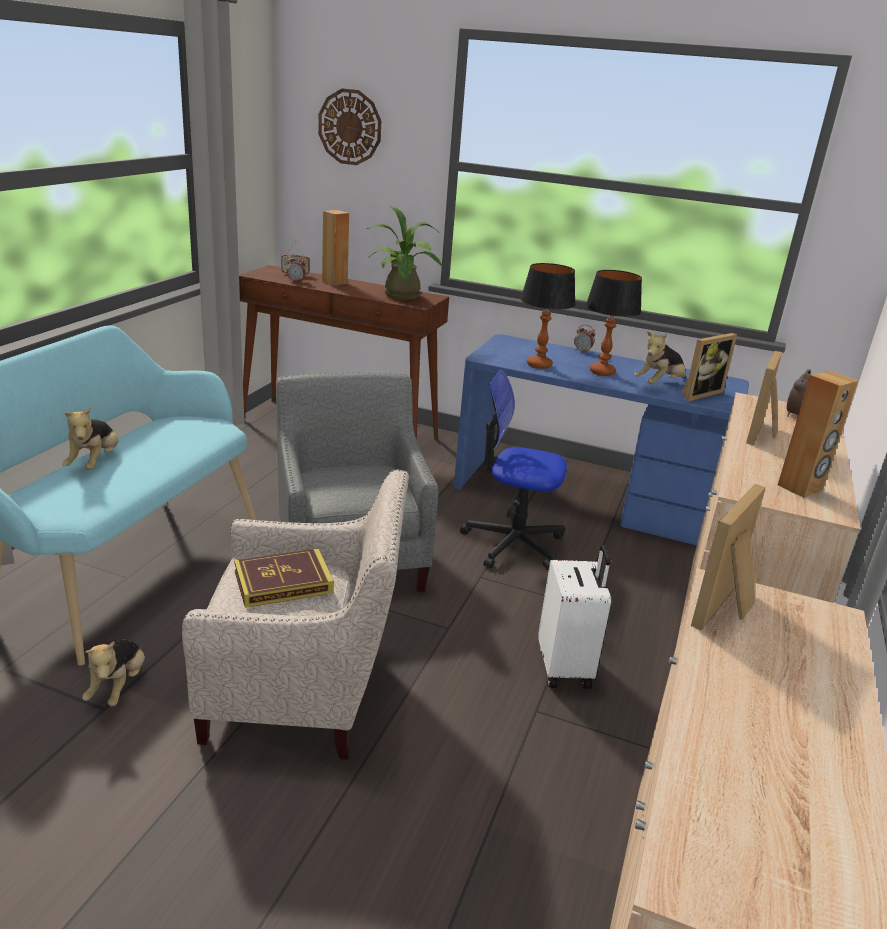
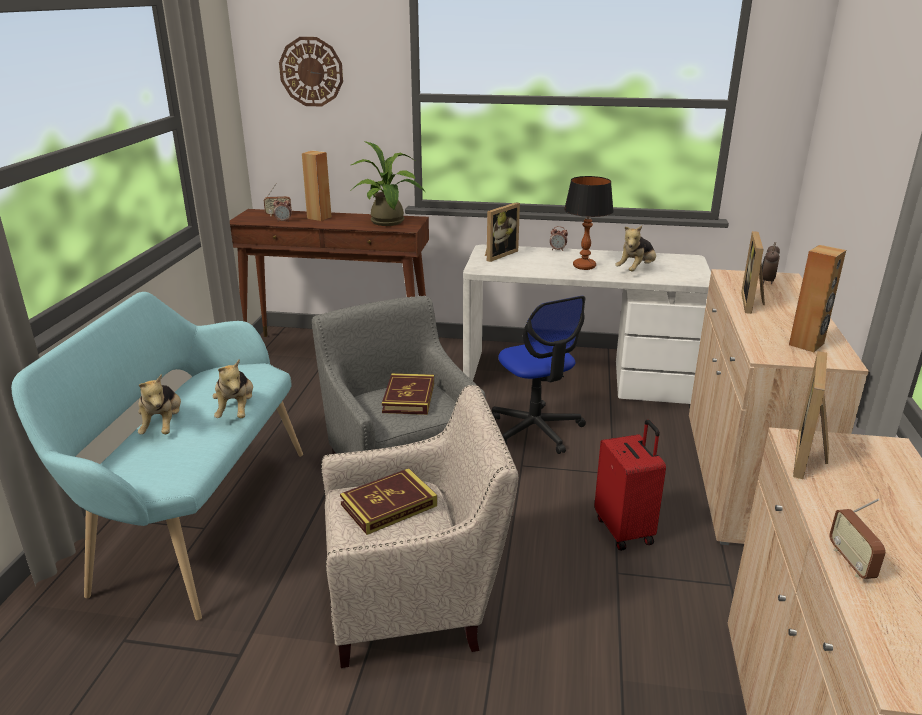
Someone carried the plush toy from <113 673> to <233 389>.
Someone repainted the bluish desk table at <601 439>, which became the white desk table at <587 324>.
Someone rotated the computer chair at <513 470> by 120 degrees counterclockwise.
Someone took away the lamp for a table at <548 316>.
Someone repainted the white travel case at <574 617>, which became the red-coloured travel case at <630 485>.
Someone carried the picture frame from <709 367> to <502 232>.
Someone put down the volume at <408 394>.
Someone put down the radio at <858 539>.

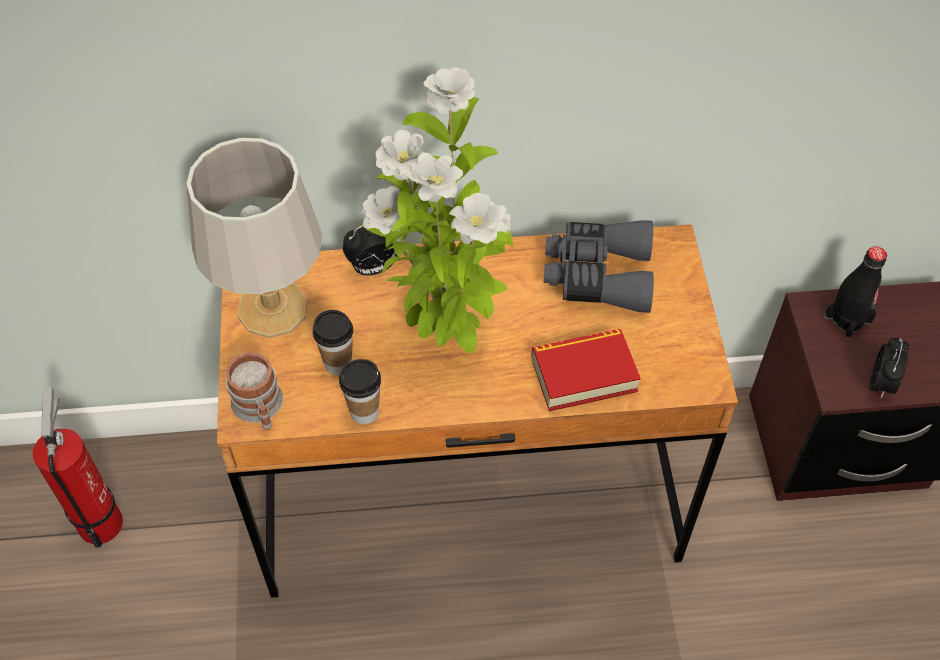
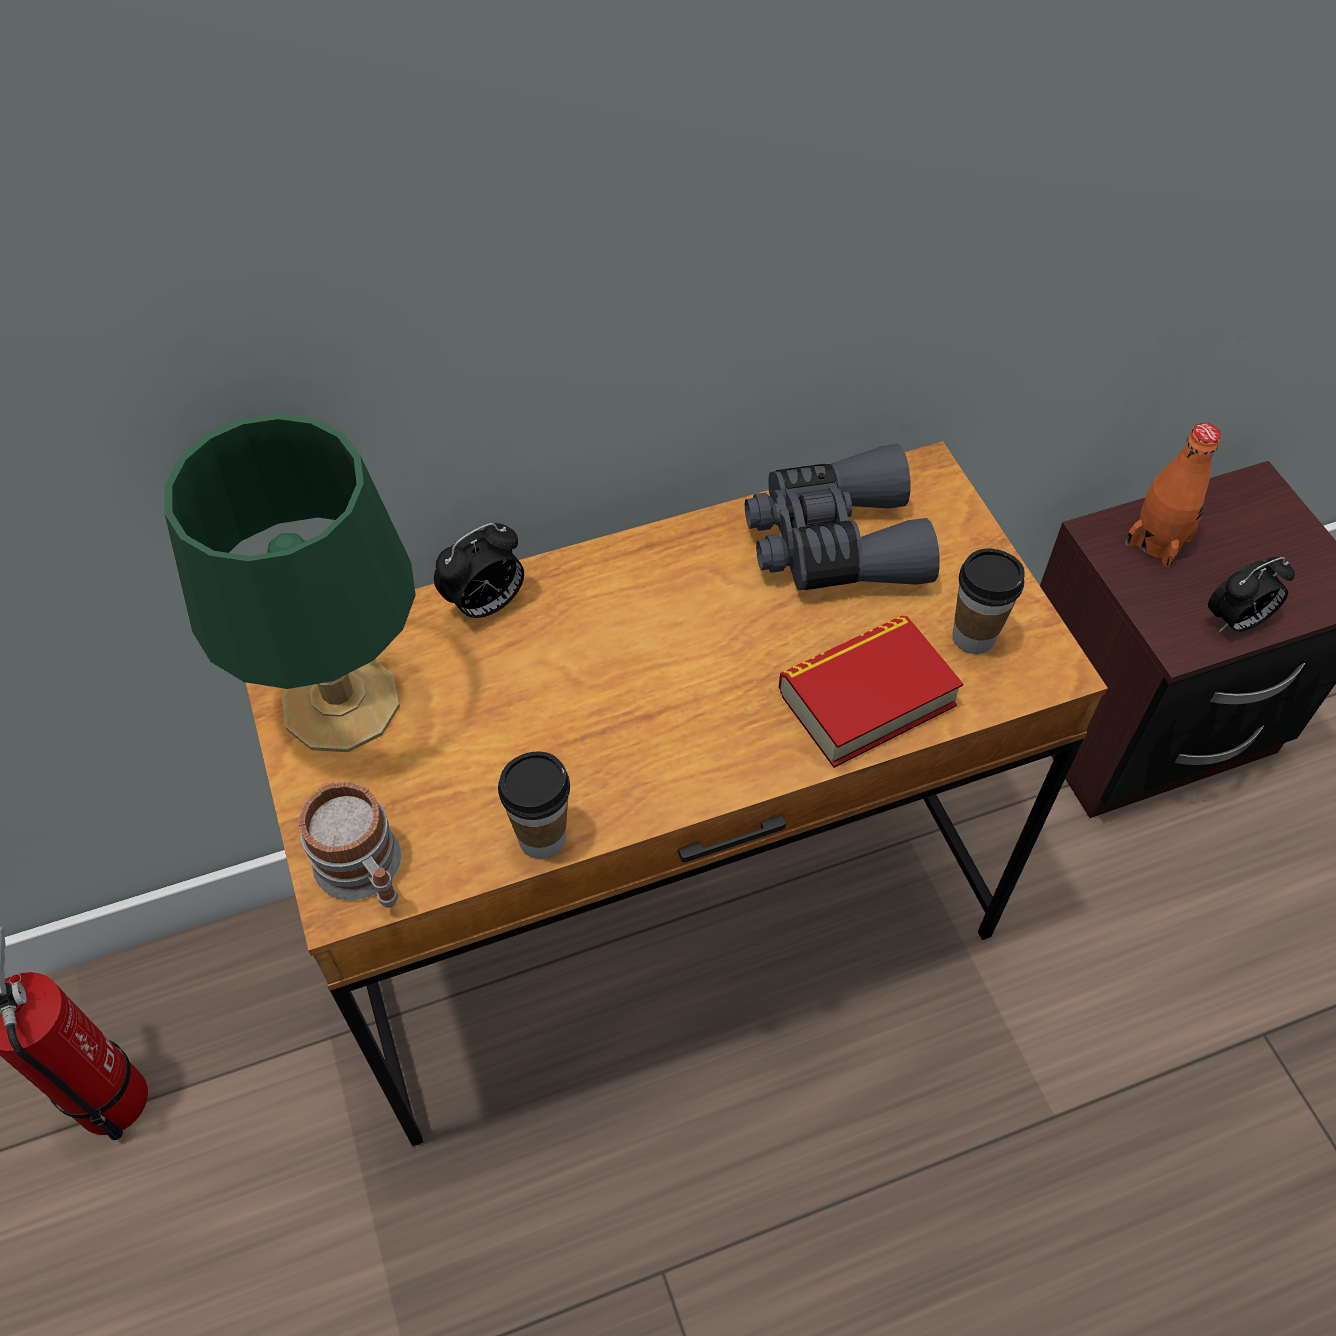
Someone repainted the greyish lamp for a table at <255 238>, which became the green-coloured lamp for a table at <290 582>.
Someone carried the drinking cup from <333 342> to <988 601>.
Someone took away the potted plant at <437 210>.
Someone repainted the black bottle at <855 292>, which became the orangey bottle at <1173 495>.
Someone rotated the table clock at <889 368> by 60 degrees clockwise.

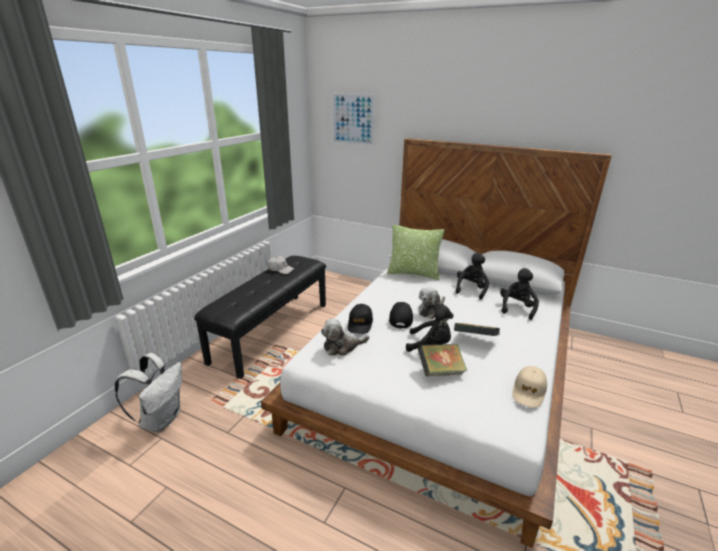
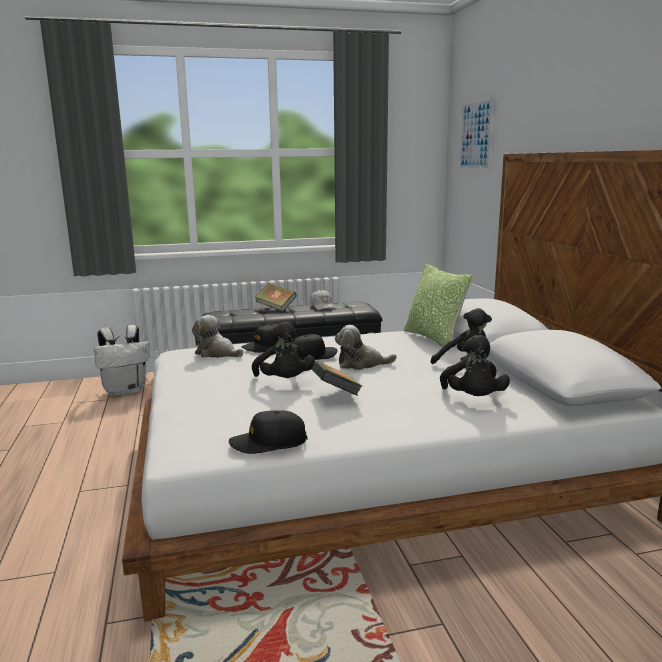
Someone carried the volume from <442 360> to <275 297>.
Someone rotated the black plush toy at <519 294> by 105 degrees clockwise.
Someone repainted the beige-coloured peaked cap at <529 387>, which became the black peaked cap at <268 432>.

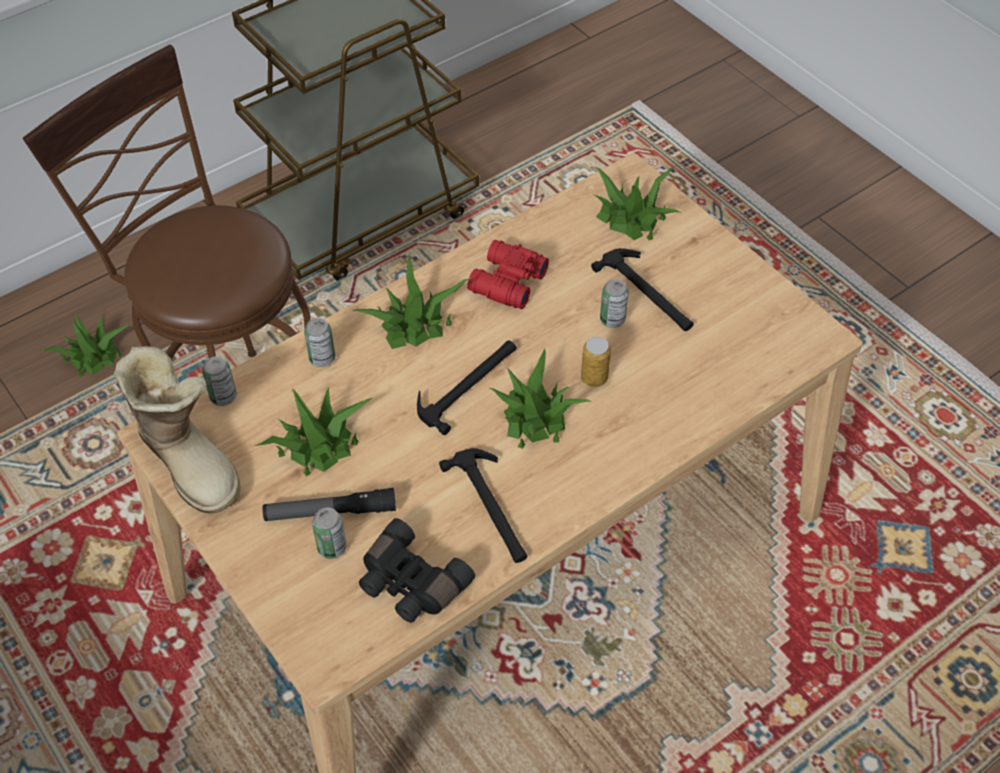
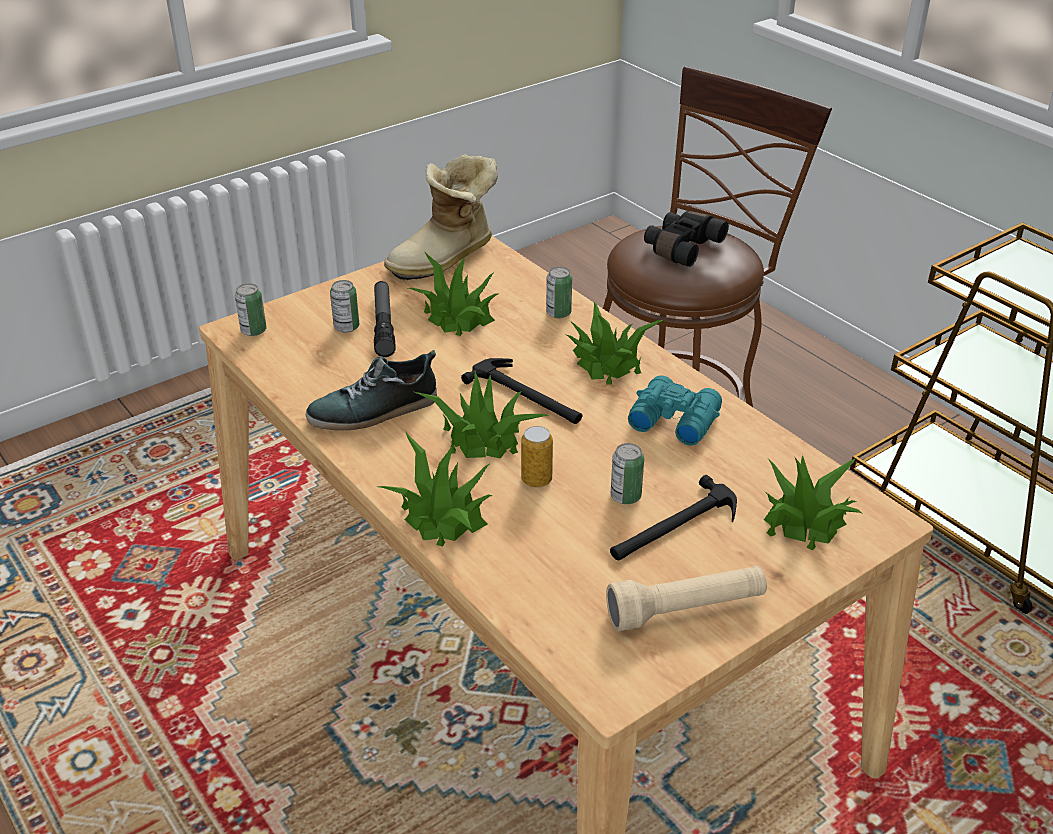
Someone carried the potted plant from <85 346> to <435 489>.
Someone carried the metal can from <219 381> to <251 309>.
Someone carried the black binoculars from <417 570> to <686 239>.
Someone swapped the tool hammer at <483 505> for the item of footwear at <371 390>.
Someone repainted the red-coloured binoculars at <508 274>, which became the blue-green binoculars at <675 411>.
Someone put down the beige-coloured flashlight at <686 598>.

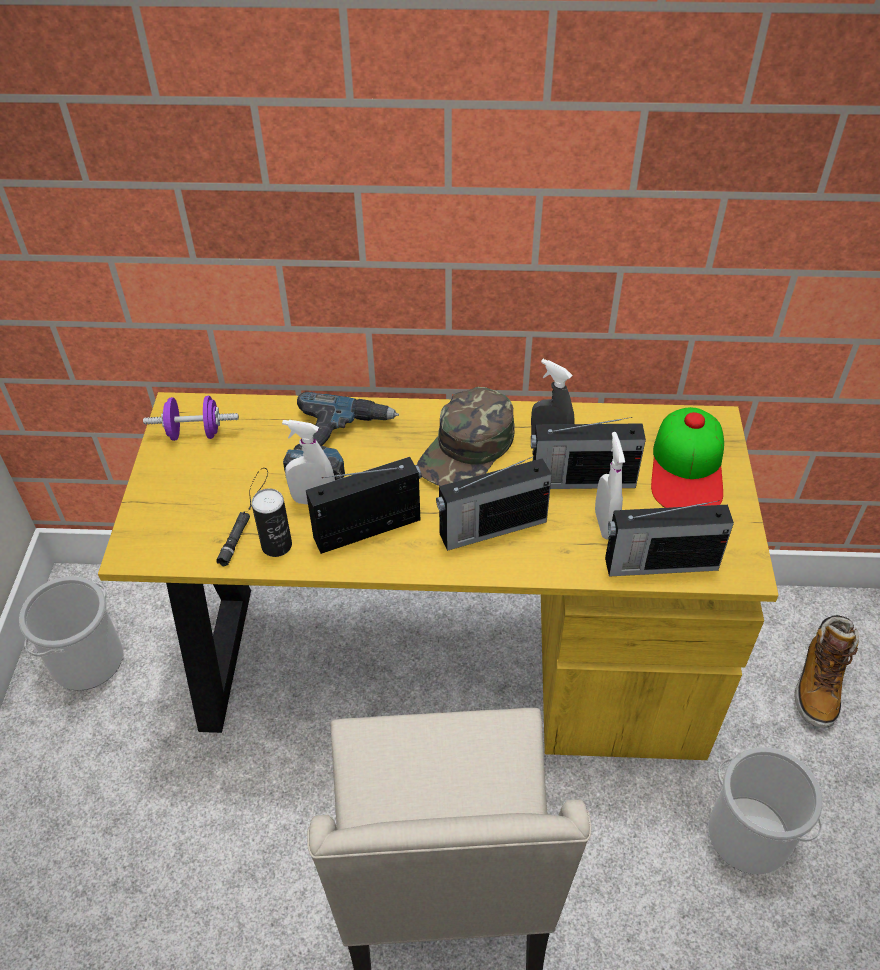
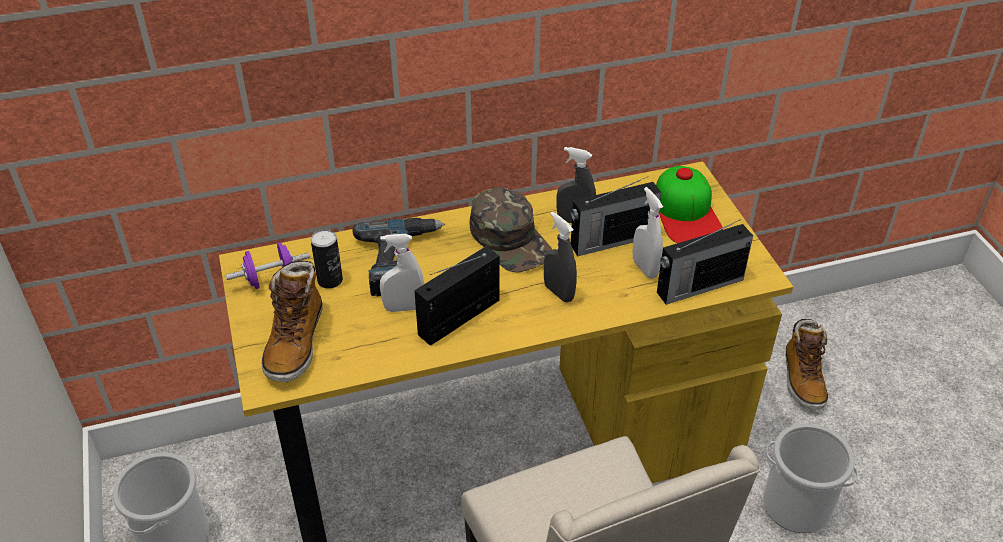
Someone took away the black flashlight at <242 517>.
Someone carried the metal can from <271 522> to <327 259>.
Someone rotated the green-coloured peaked cap at <466 436> by 45 degrees counterclockwise.
Someone swapped the radio at <494 503> for the greyish hand sprayer at <560 257>.
Someone put down the high-top boot at <292 322>.

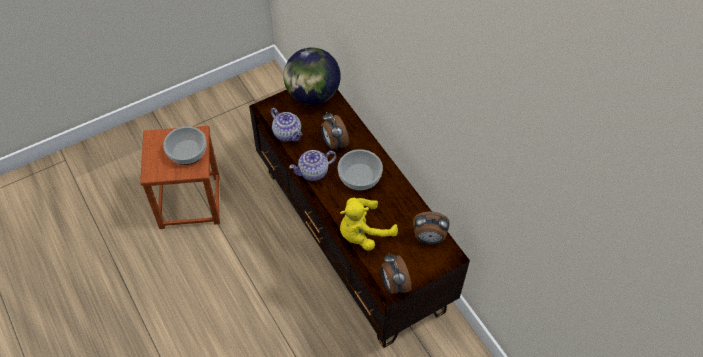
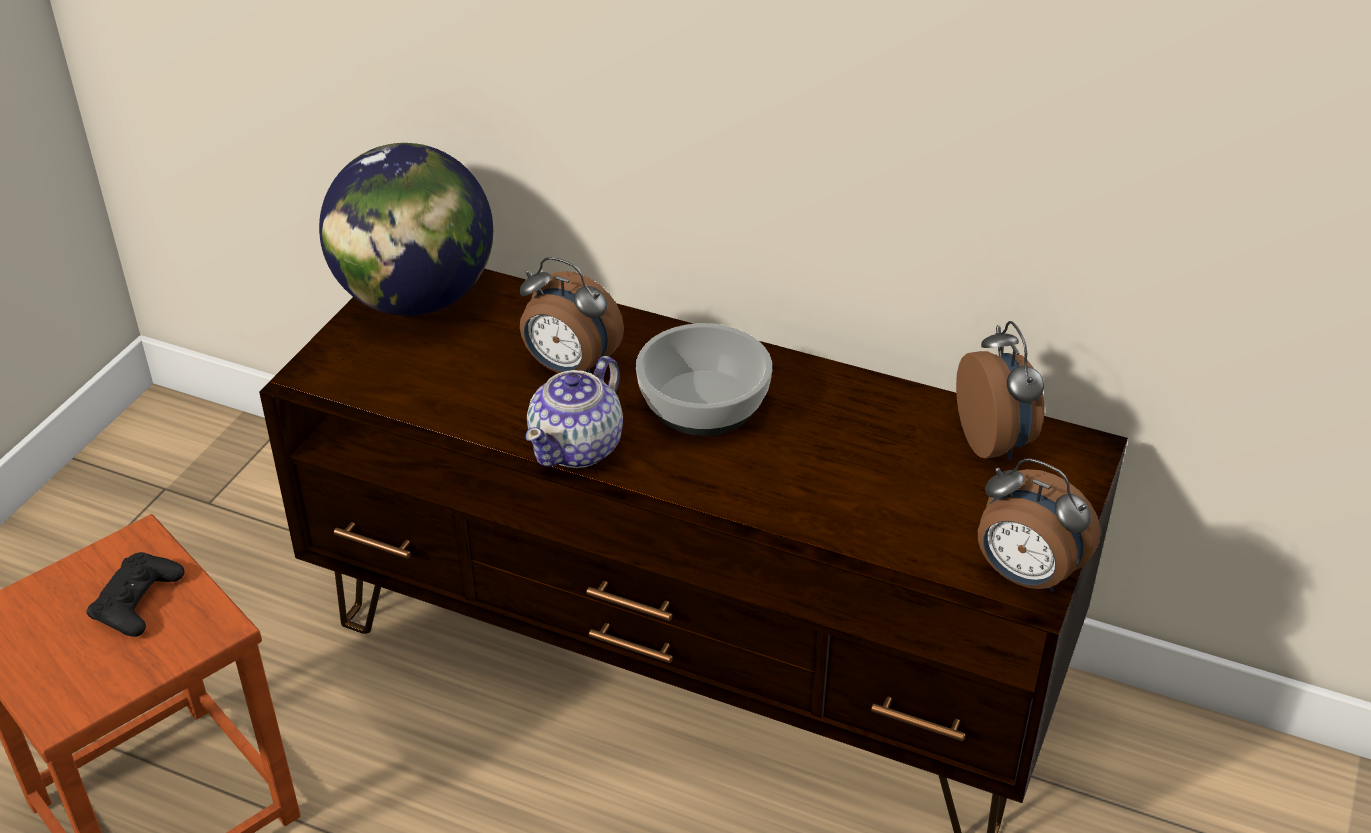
Someone swapped the deep dish at <185 145> for the black joypad at <135 594>.
Someone took away the teapot at <286 125>.
Someone took away the yellowish plush toy at <369 224>.
Someone rotated the table clock at <431 228> by 75 degrees counterclockwise.

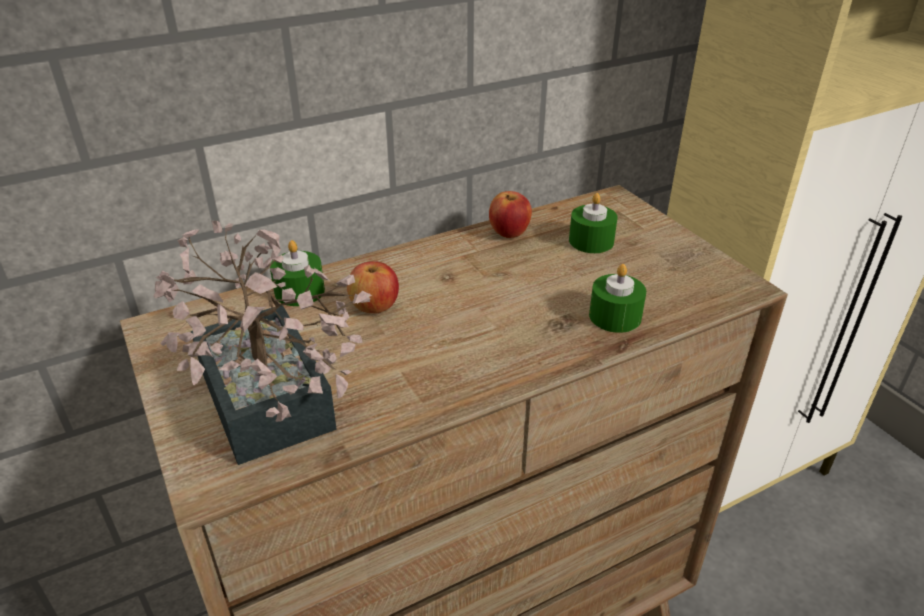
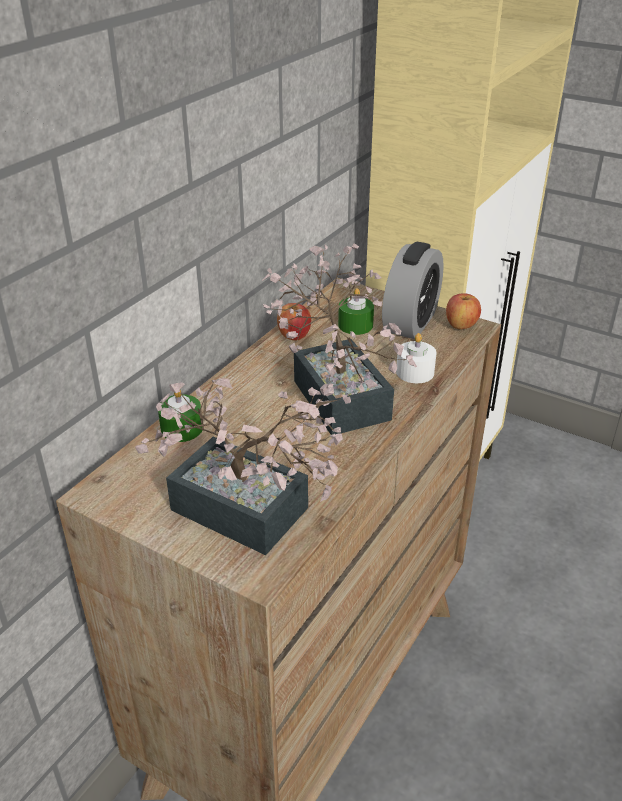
Someone carried the apple from <373 287> to <463 311>.
Someone repainted the green-coloured wax candle at <617 298>, which became the white wax candle at <416 358>.
Someone put down the potted plant at <339 339>.
Someone put down the table clock at <413 290>.

